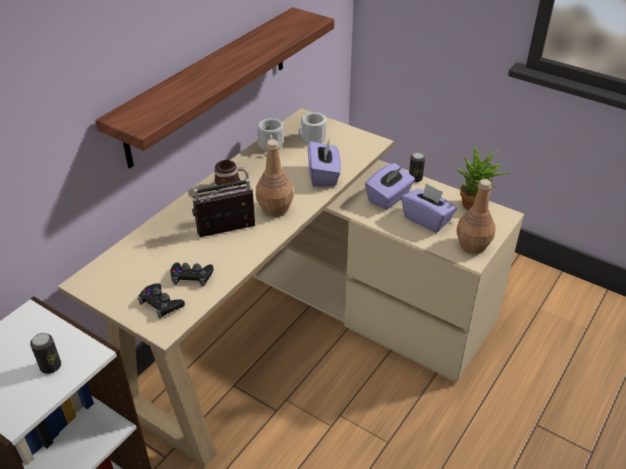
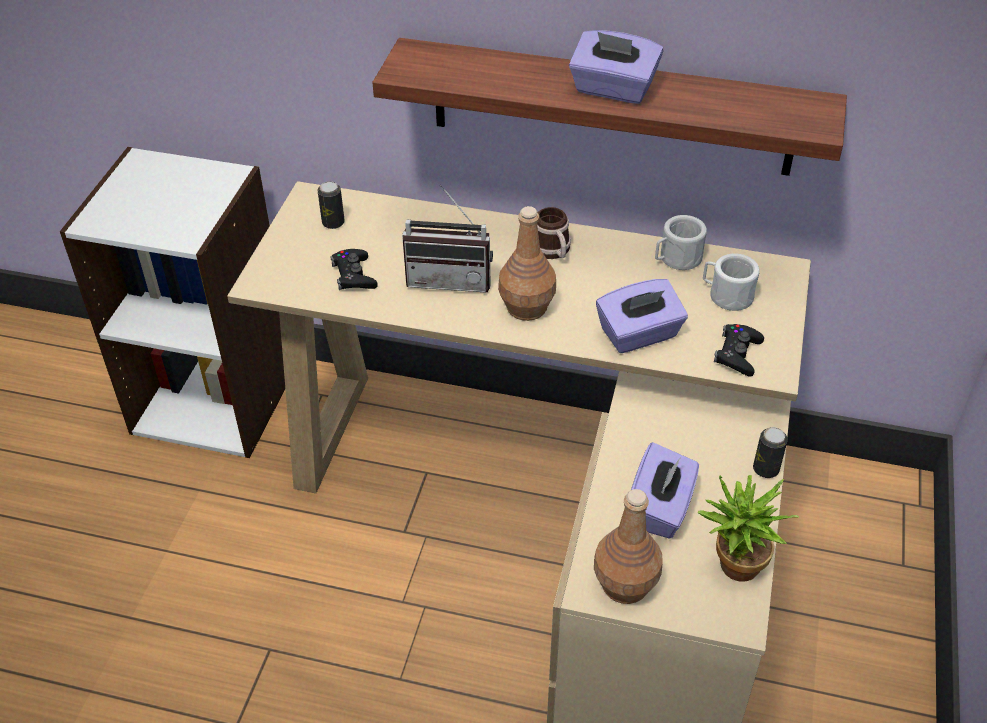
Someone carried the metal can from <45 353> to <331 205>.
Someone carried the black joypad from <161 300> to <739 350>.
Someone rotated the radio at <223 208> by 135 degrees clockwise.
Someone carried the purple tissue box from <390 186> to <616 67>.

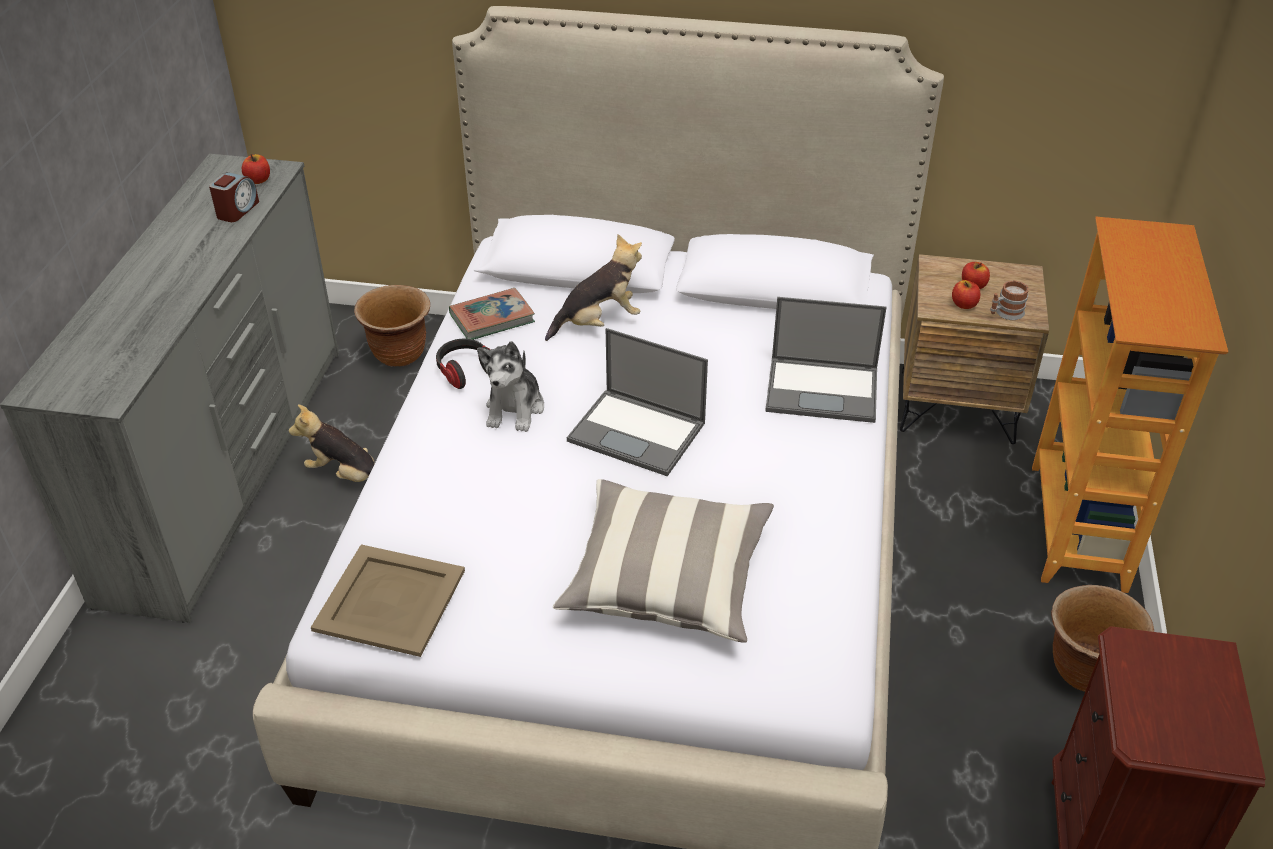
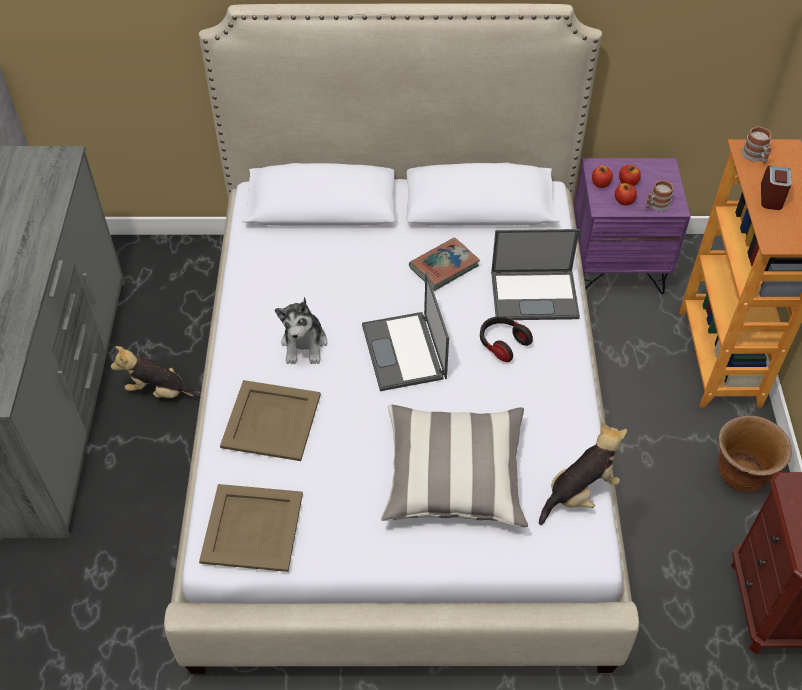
Someone carried the table clock from <234 197> to <776 188>.
Someone carried the apple from <256 169> to <602 176>.
Someone took away the brown-coloured planter at <392 326>.
Someone carried the headset from <463 364> to <506 339>.
Someone carried the volume from <492 314> to <444 264>.
Someone carried the plush toy from <593 287> to <583 473>.
Someone rotated the laptop at <637 402> by 60 degrees clockwise.
Someone repainted the brown-coloured bedside table at <974 349>, which became the purple bedside table at <632 226>.
Someone put down the beige-coloured serving tray at <270 420>.
Someone put down the mug at <756 145>.

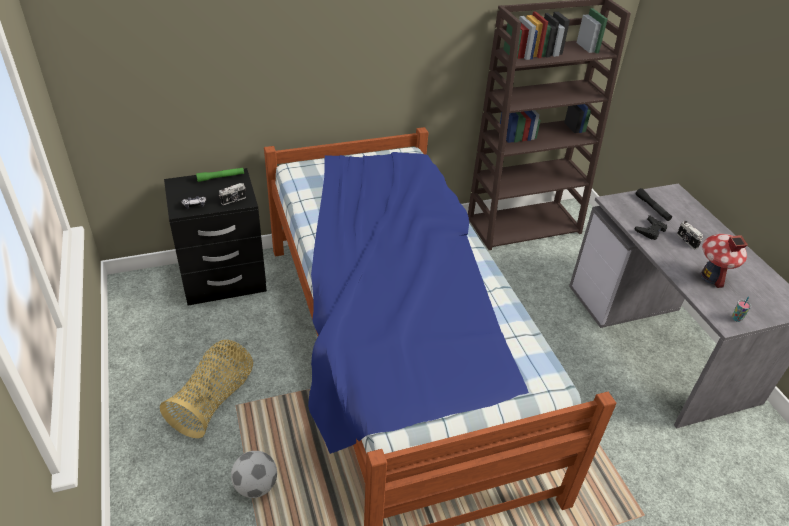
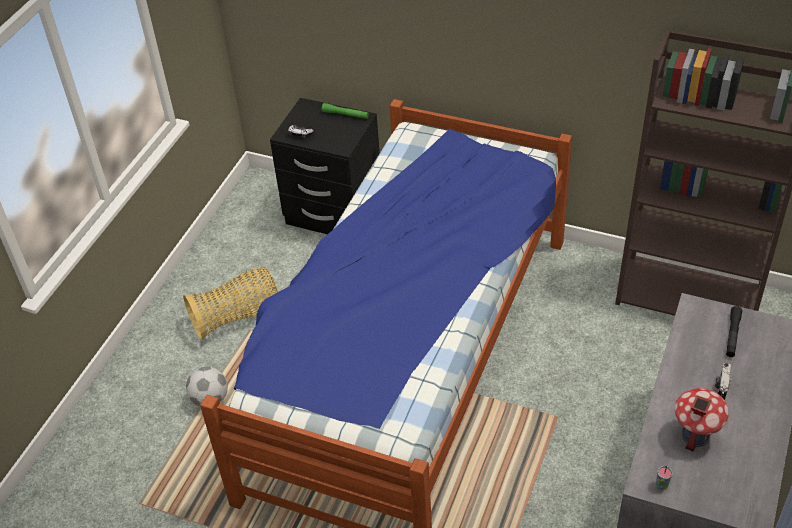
Someone took away the still camera at <232 194>.
Someone took away the black joypad at <650 227>.

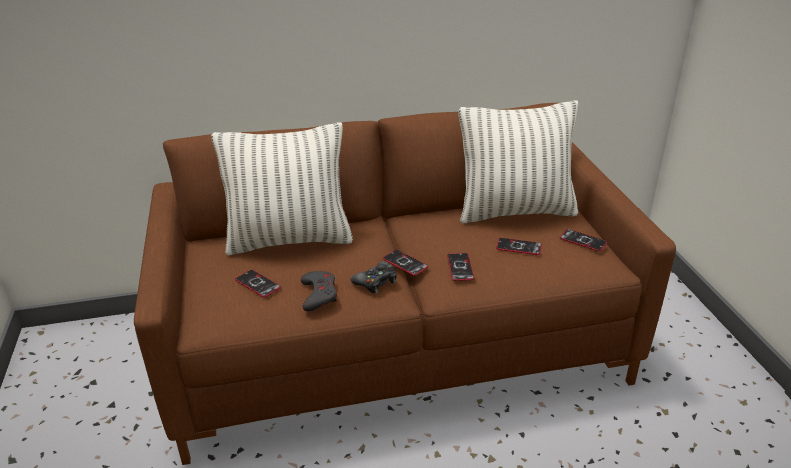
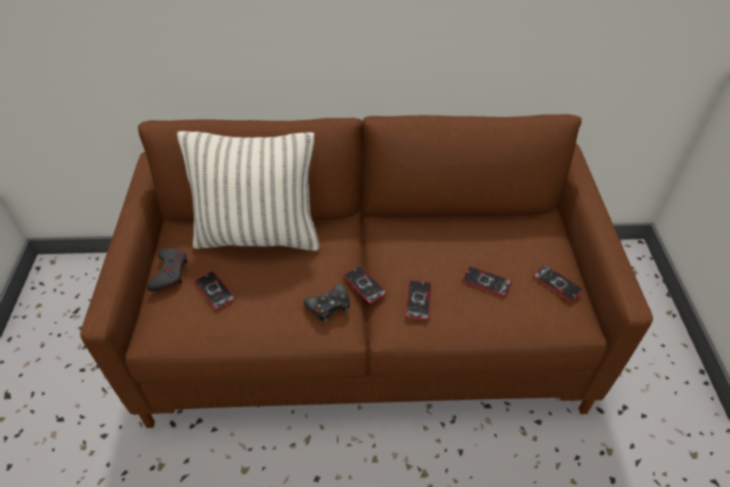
Someone carried the greyish joypad from <319 291> to <167 269>.
Someone took away the pillow at <518 161>.

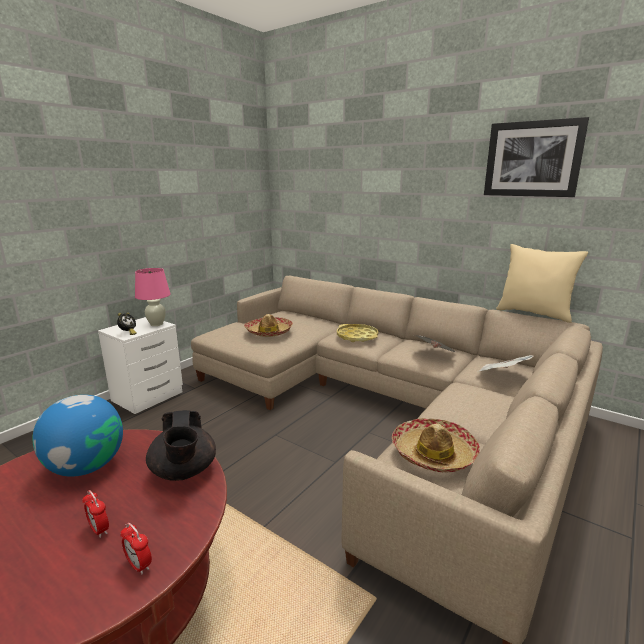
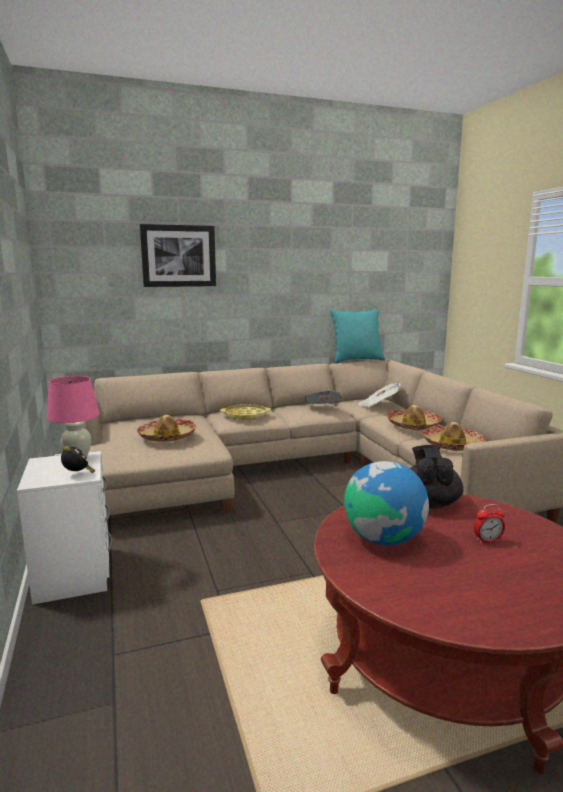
Someone took away the table clock at <136 548>.
Someone rotated the black teapot at <181 445> by 105 degrees counterclockwise.
Someone carried the wall art from <536 157> to <178 255>.
Someone repainted the beige-coloured pillow at <542 283>, which became the blue-green pillow at <357 336>.
Someone put down the clothing hat at <414 417>.

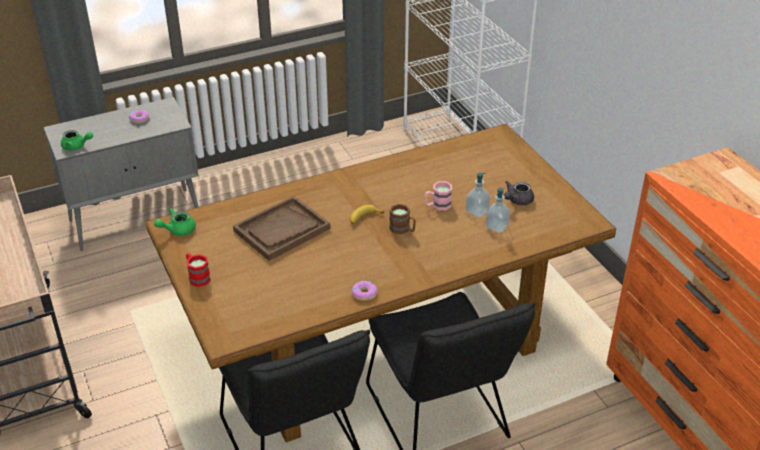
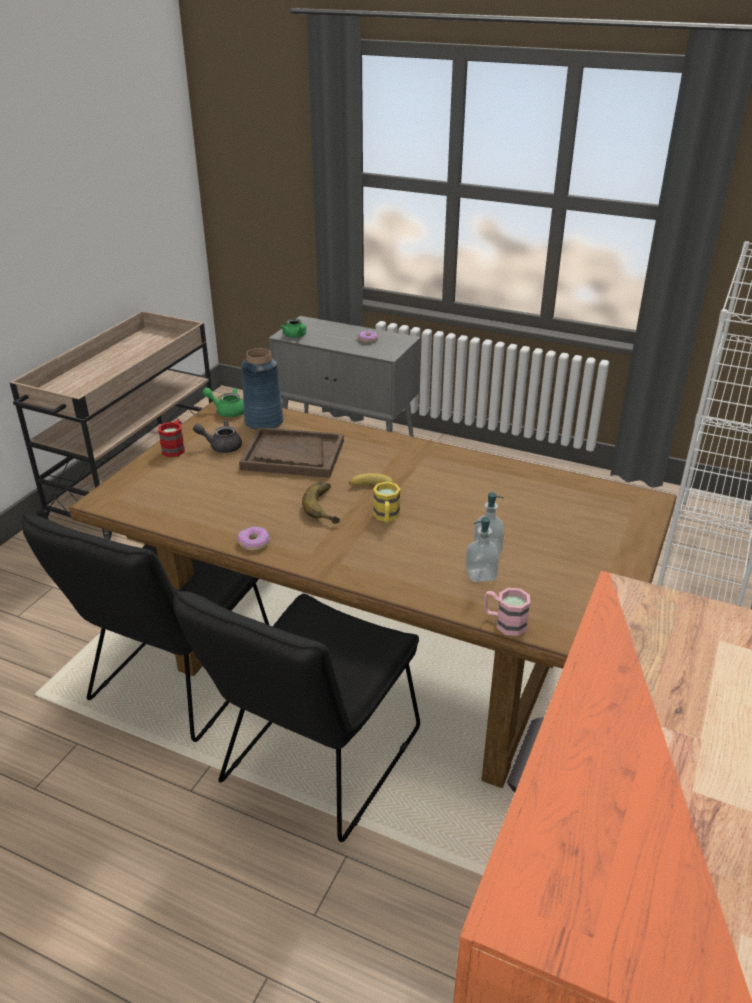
Someone repainted the brown-coloured mug at <402 219>, which became the yellowish mug at <387 502>.
Someone carried the pinkish mug from <438 195> to <507 612>.
Someone carried the greyish teapot from <519 193> to <217 436>.
Someone put down the bluish decorative vase at <262 389>.
Someone put down the banana fruit at <321 503>.

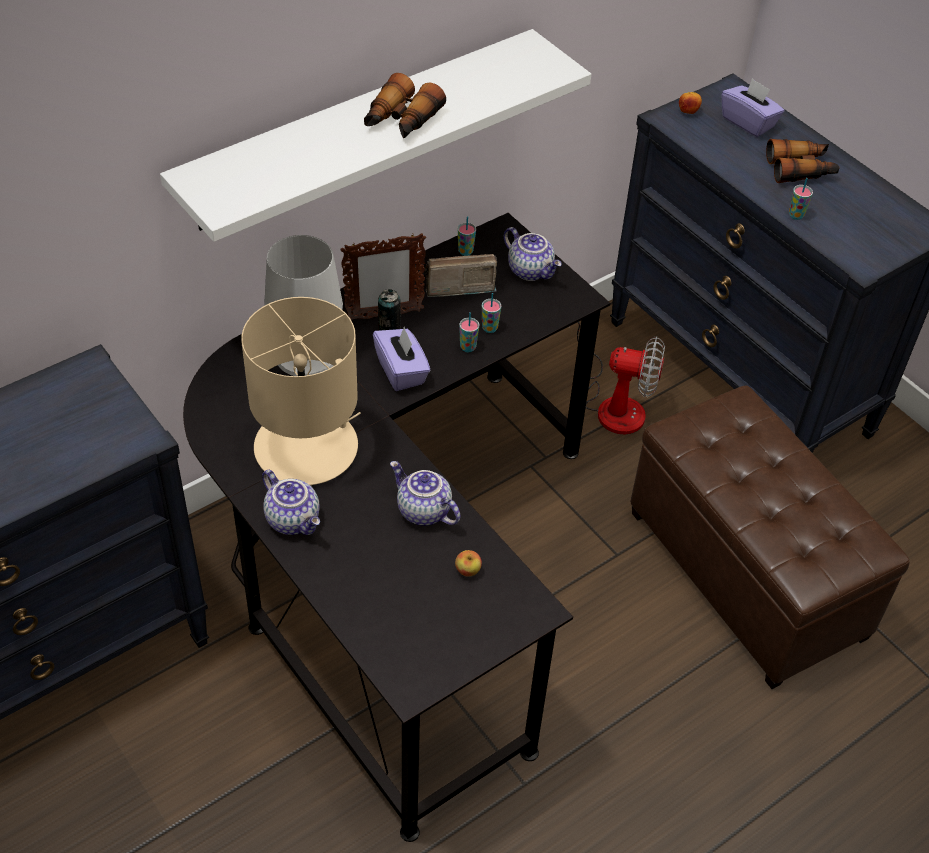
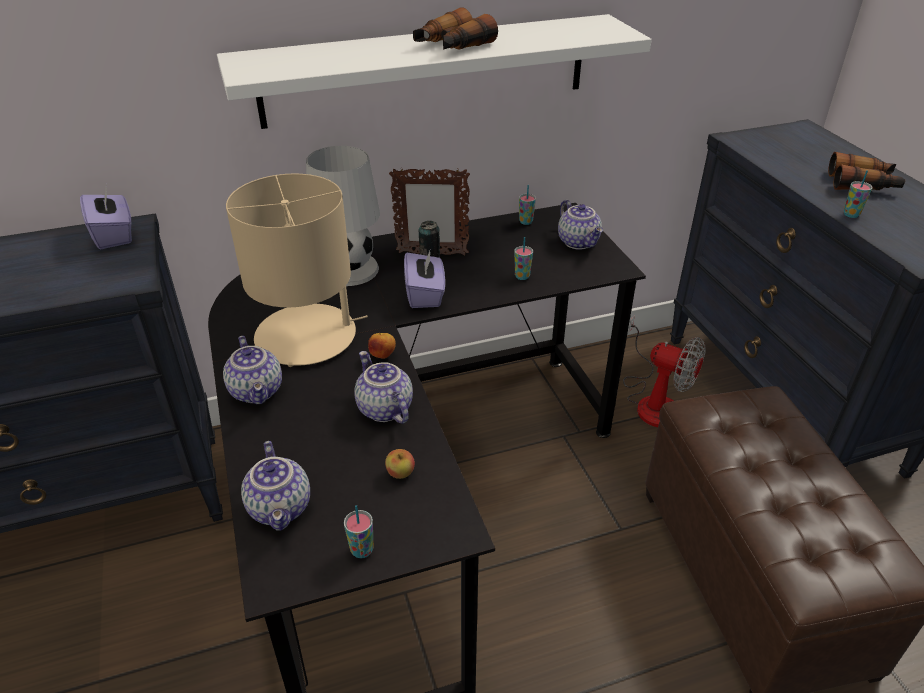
Someone took away the radio at <460 275>.
Someone carried the drinking cup from <469 332> to <358 531>.
Someone carried the apple from <690 103> to <382 346>.
Someone carried the purple tissue box from <753 107> to <106 218>.
Someone put down the teapot at <275 486>.

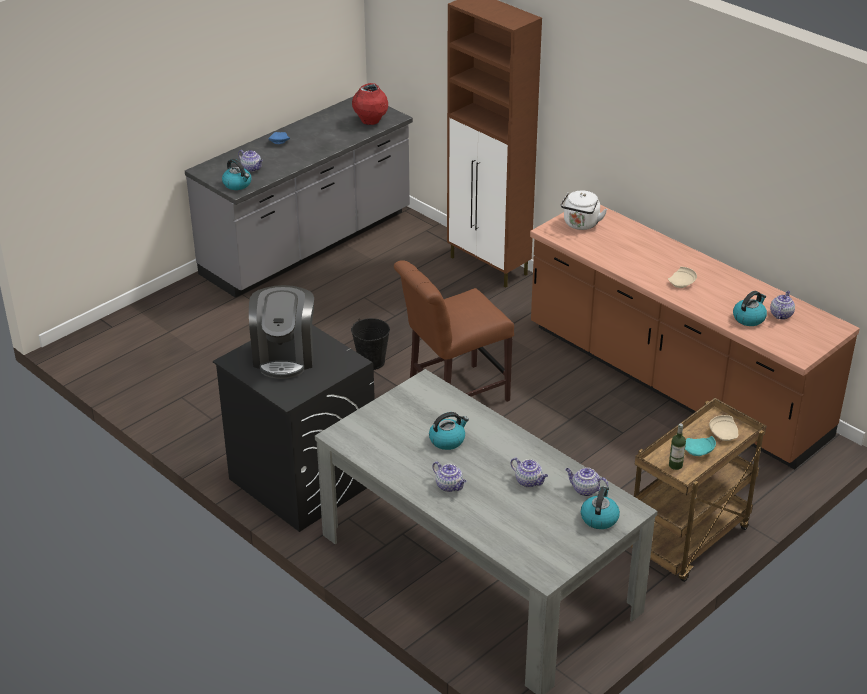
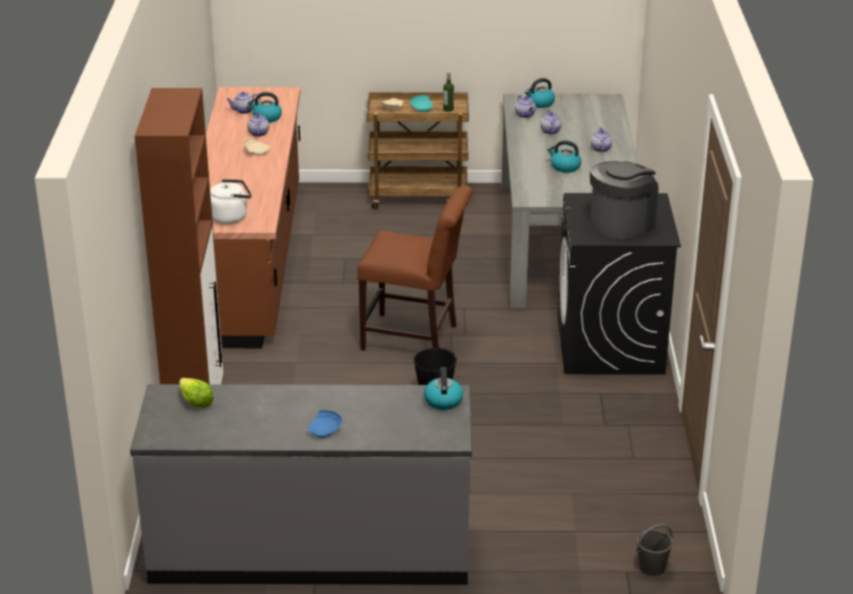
Someone carried the teapot from <250 161> to <258 124>.
Someone swapped the red-coloured decorative vase at <370 104> for the lettuce head at <196 393>.
Someone put down the greyish bucket at <654 550>.

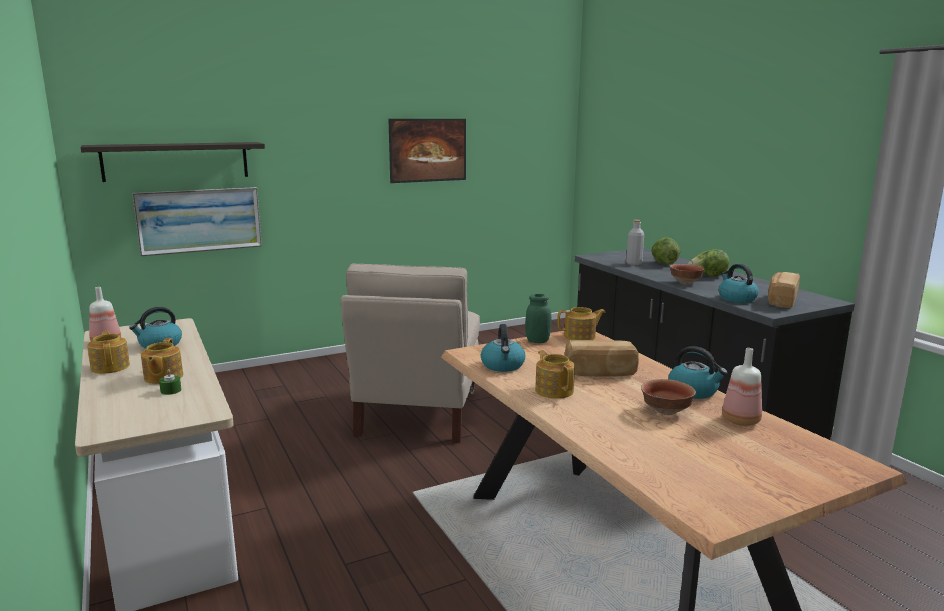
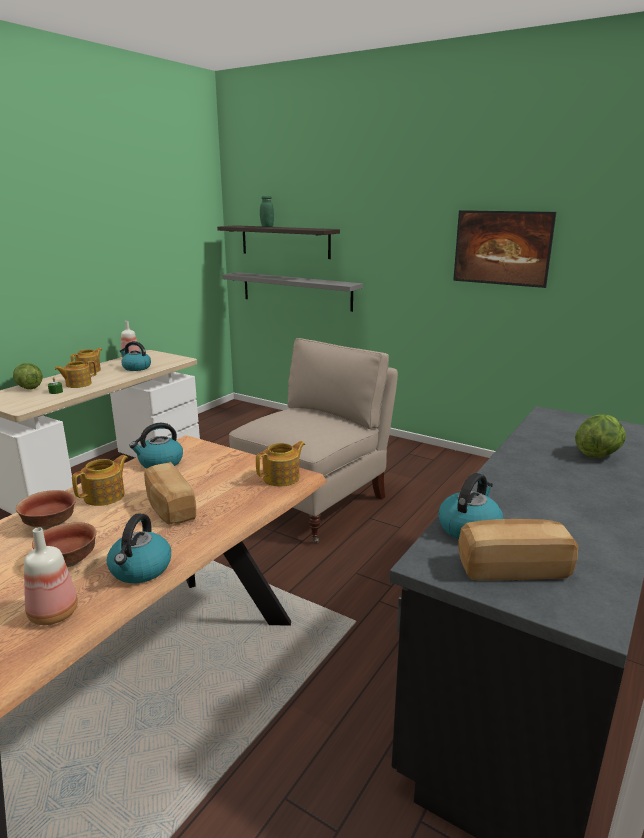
Someone swapped the wall art at <197 221> for the greyish shelf at <292 292>.
Someone rotated the beige-coloured plain chair at <410 353> by 150 degrees clockwise.
Someone carried the green-coloured storage jar from <538 318> to <267 211>.
Someone rotated the teapot at <581 323> by 90 degrees counterclockwise.
Someone took away the greyish bottle at <635 242>.
Someone carried the deep dish from <687 274> to <46 510>.
Someone carried the lettuce head from <708 262> to <28 376>.

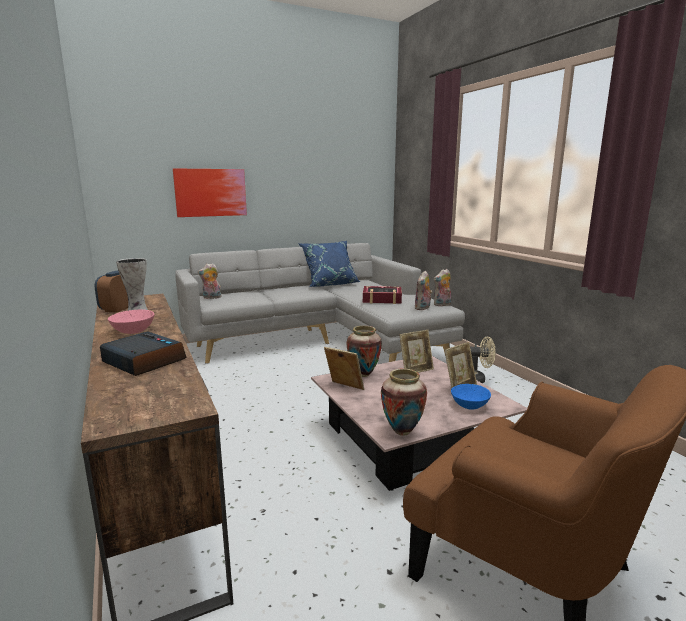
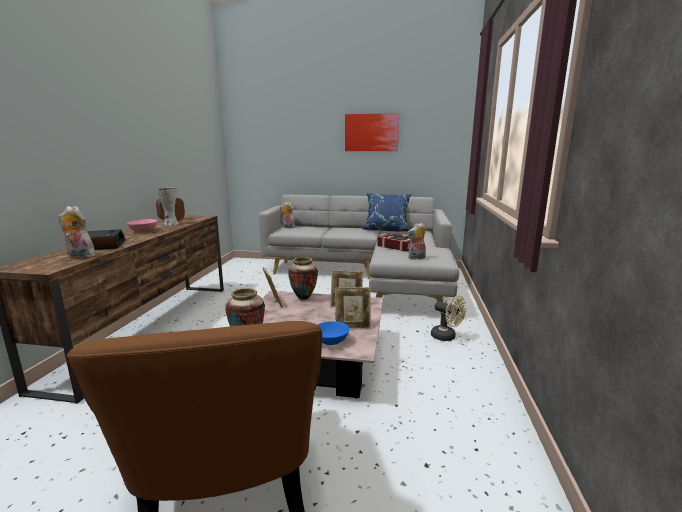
Someone carried the wall art from <210 192> to <372 132>.
Someone carried the plush toy from <442 287> to <77 232>.

